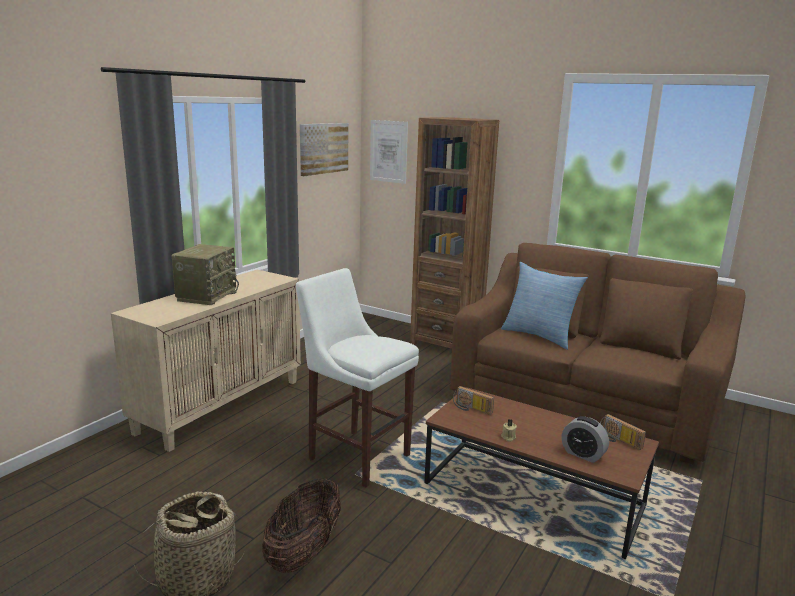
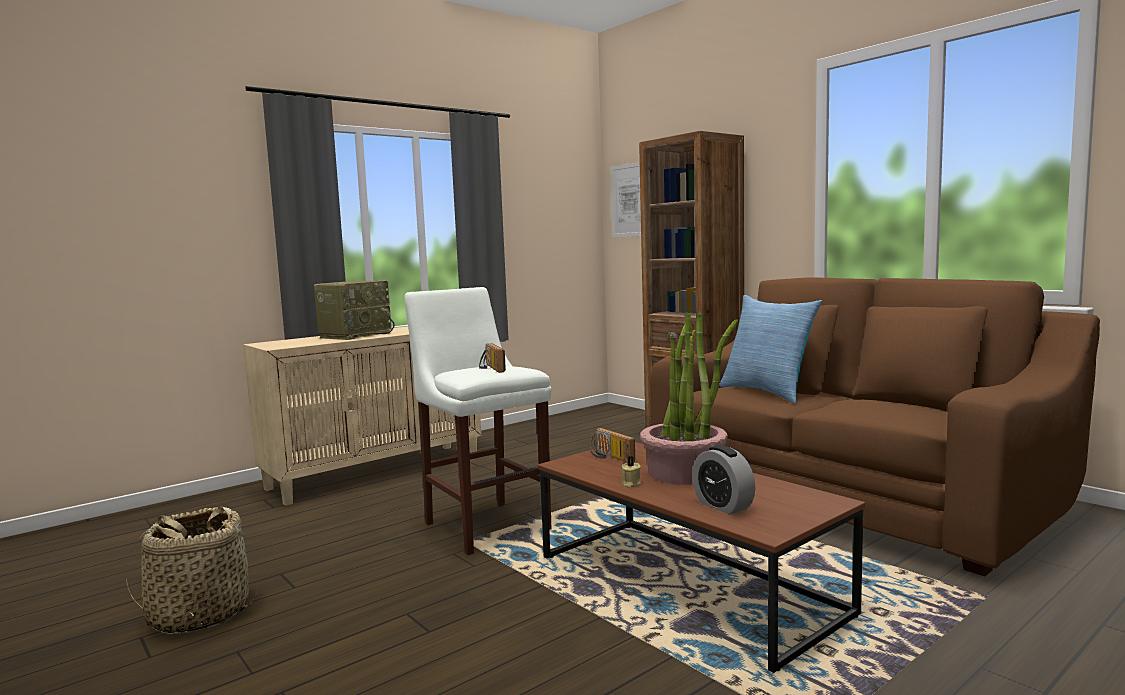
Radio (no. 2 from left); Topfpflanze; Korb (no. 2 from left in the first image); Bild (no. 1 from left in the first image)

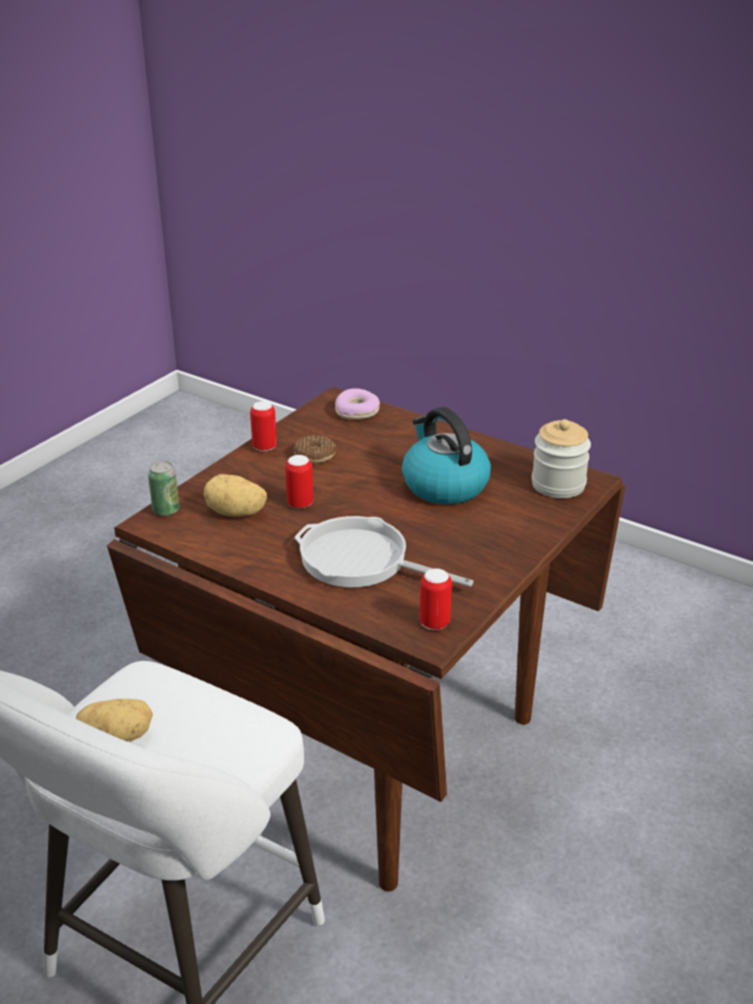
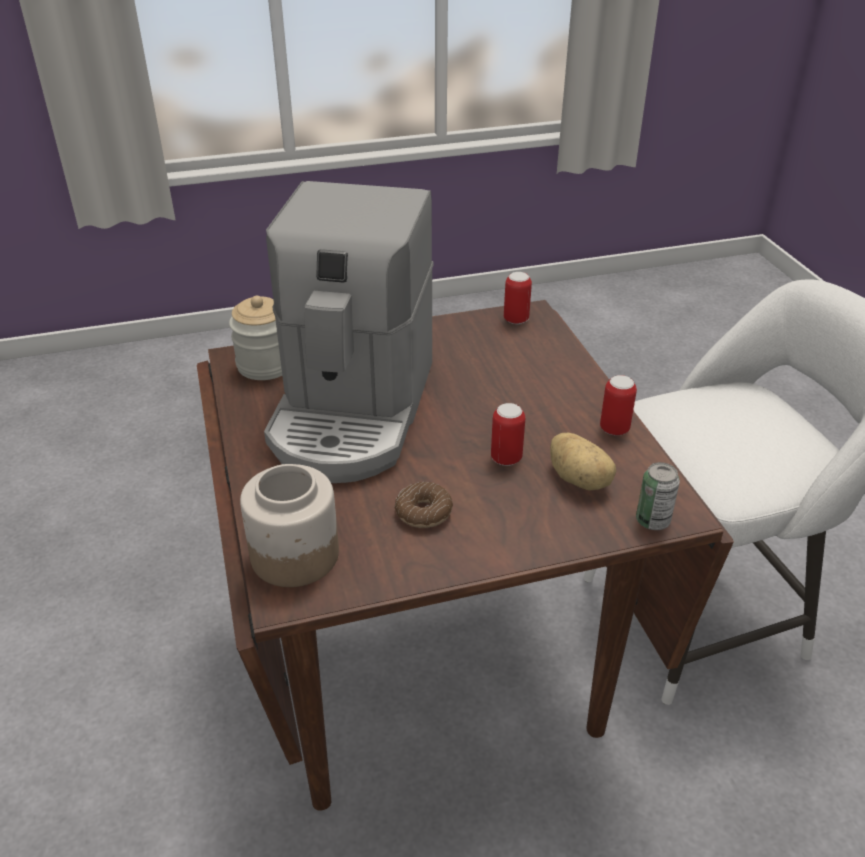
Vorratsglas (no. 2 from left); Kaffeemaschine; Dose (no. 3 from left); Kartoffel (no. 1 from left in the first image); Pfanne

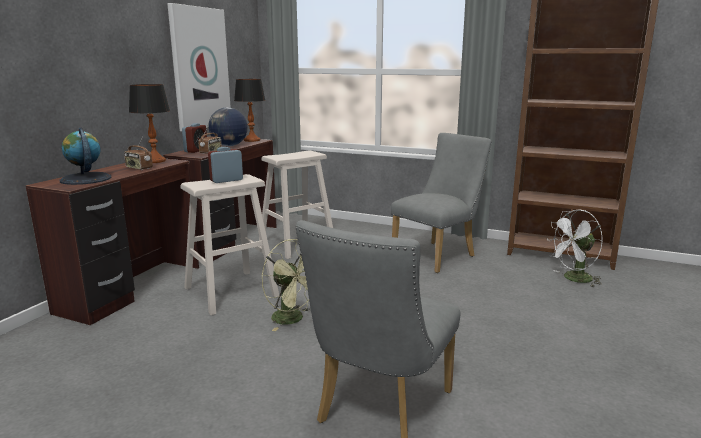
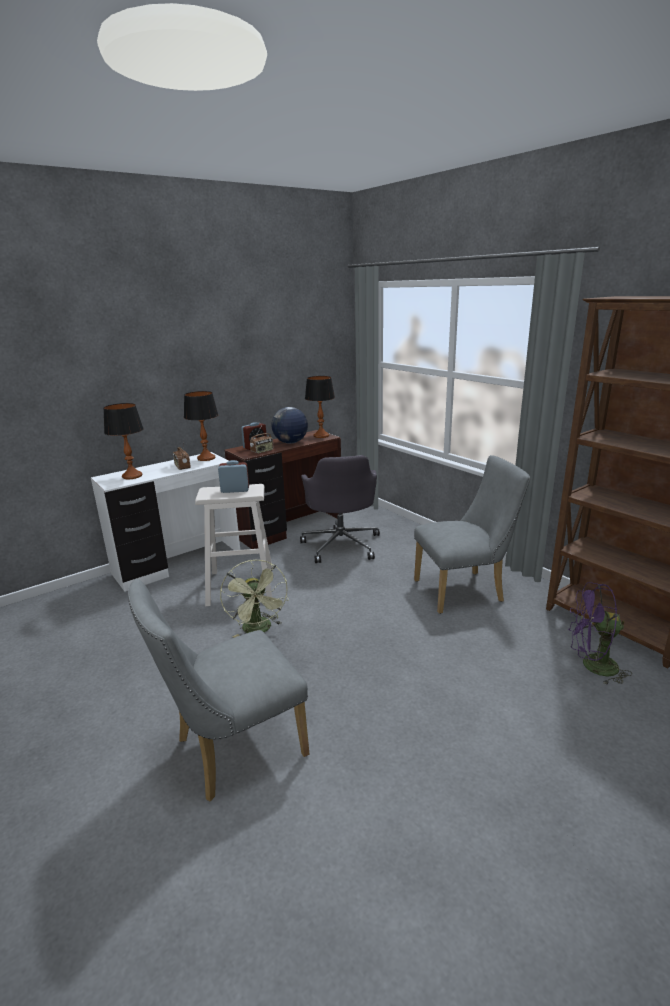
Schreibtisch (weiß); Tischlampe (no. 1 from left); Bürostuhl (grau); Ventilator (lila); Bild

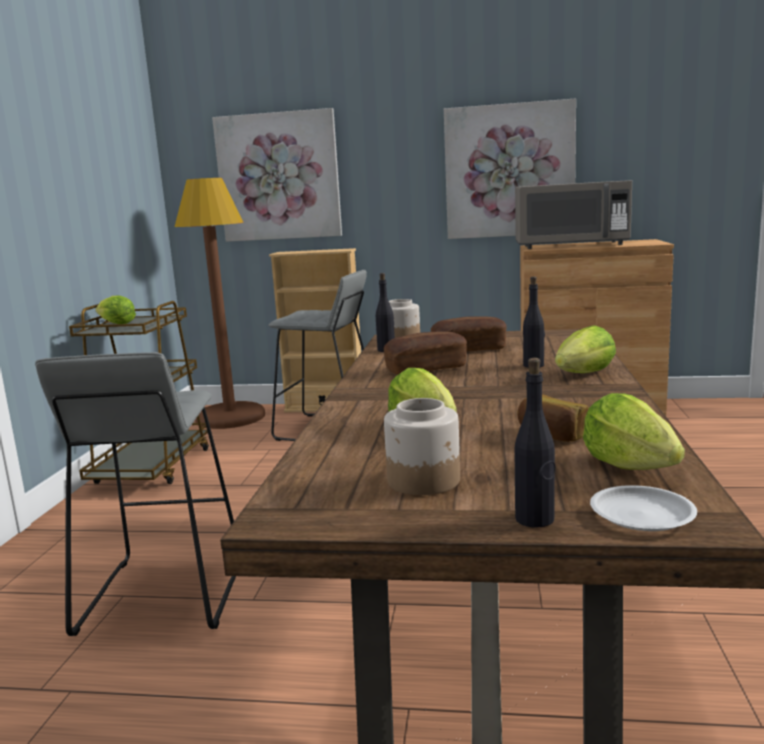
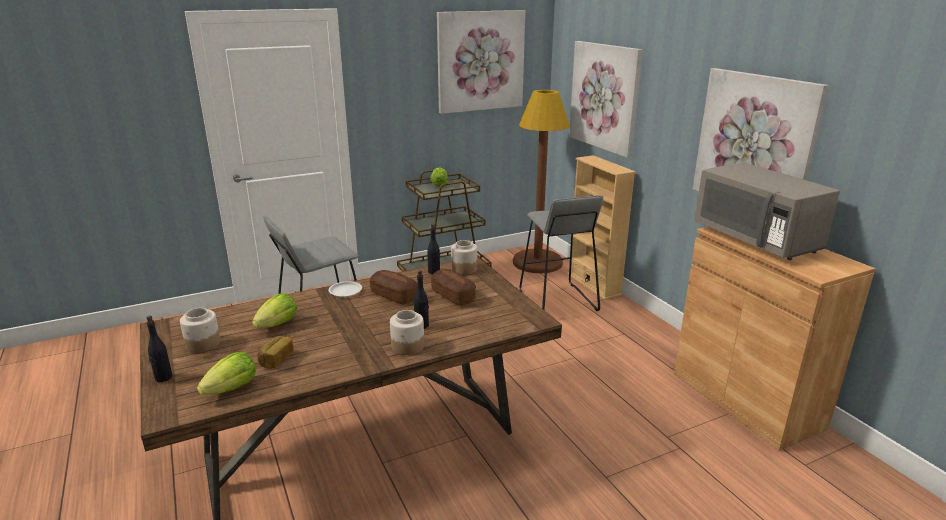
Teller (weiß); Vorratsglas (no. 2 from left); Bild (no. 1 from left)

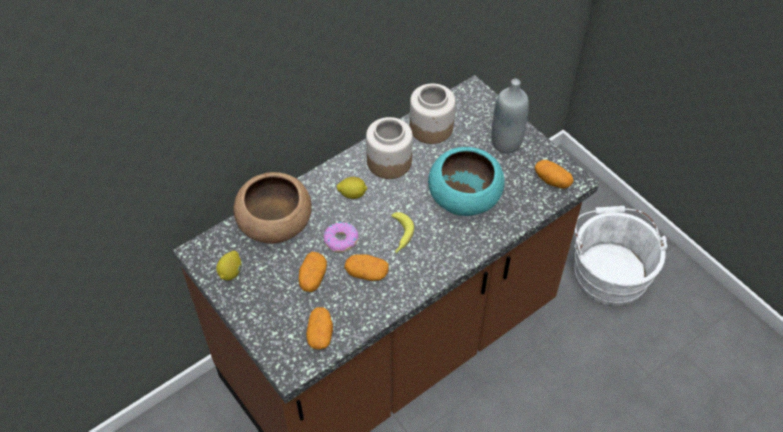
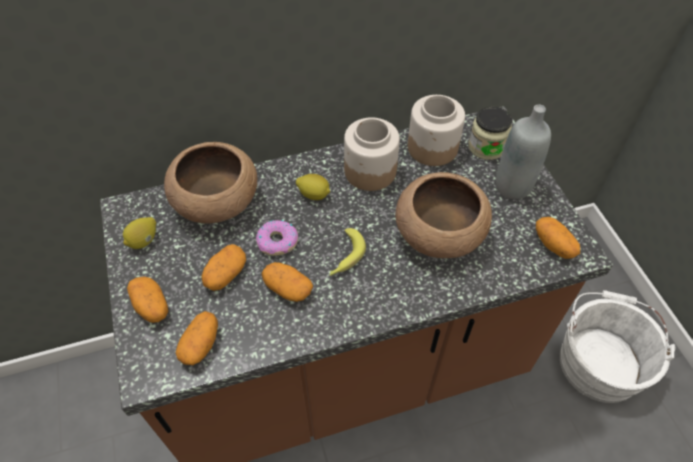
Kartoffel (no. 1 from left); Schüssel (braun) (no. 2 from left); Vorratsglas (no. 3 from left)

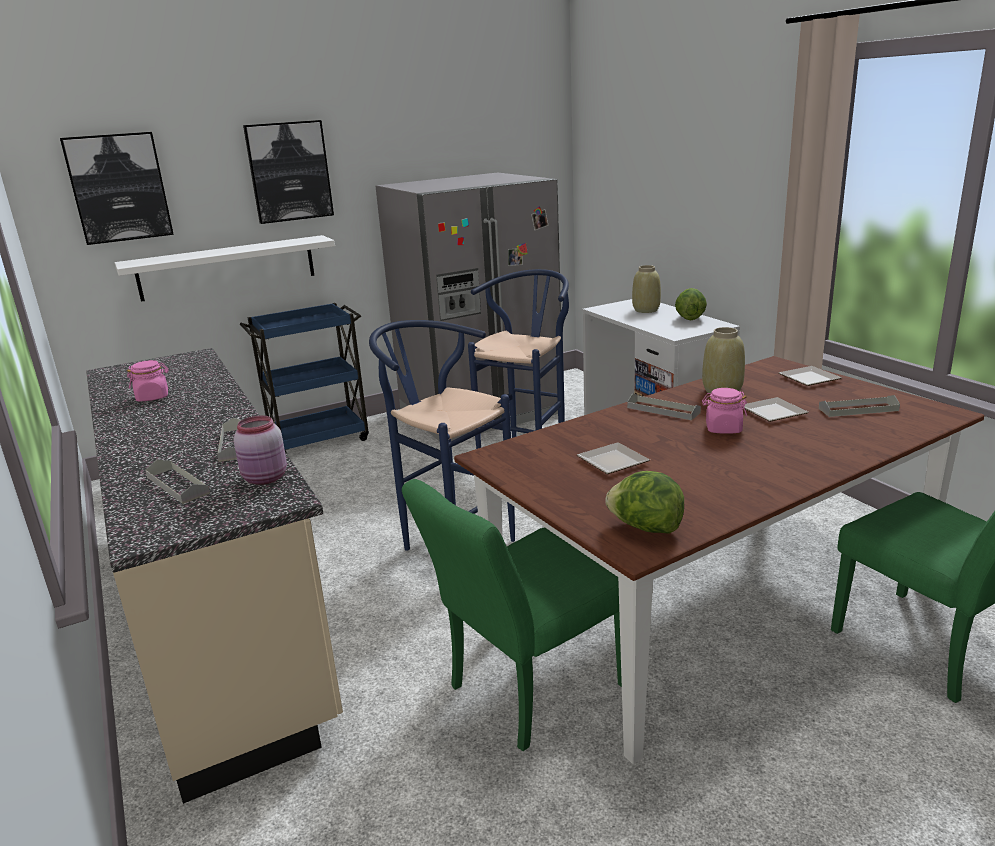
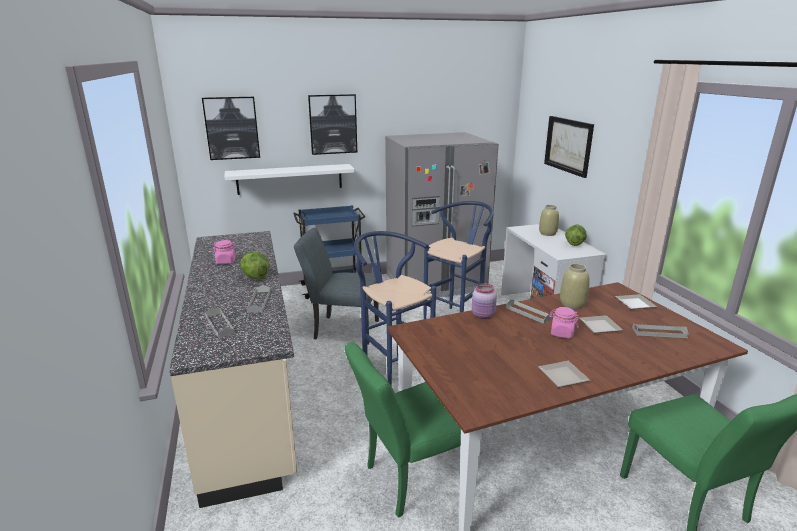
Salatkopf (no. 1 from left); Stuhl (grau); Vorratsglas (rosa) (no. 2 from left); Teller (no. 1 from left); Bild (no. 3 from left)

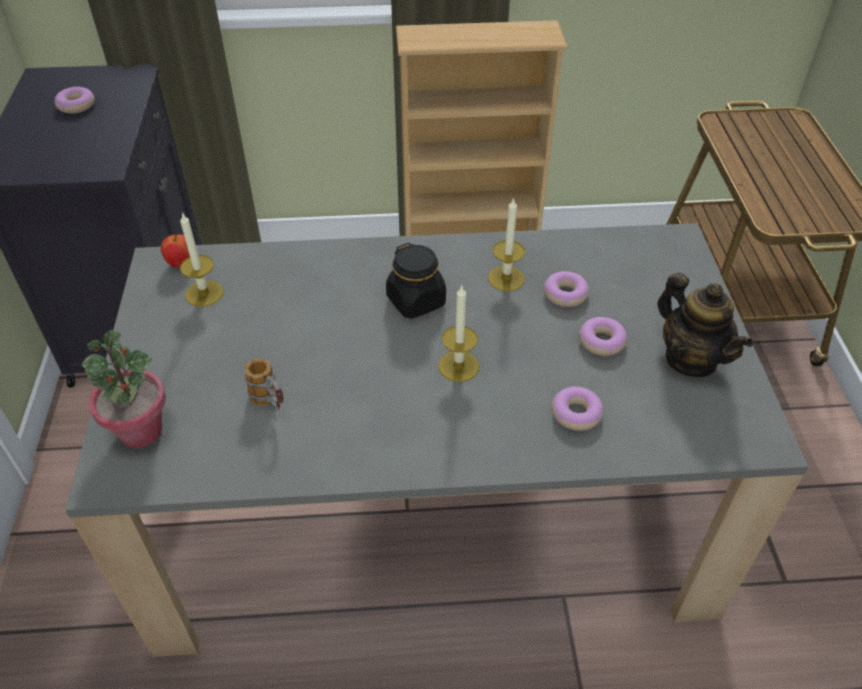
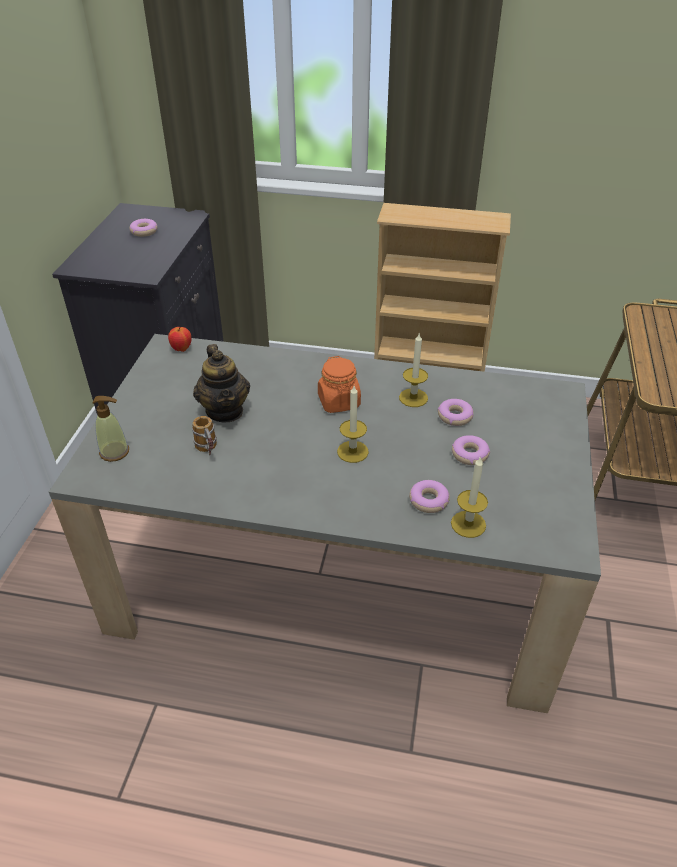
Seifenspender; Teekanne; Vorratsglas (orange); Kerze (no. 3 from left)

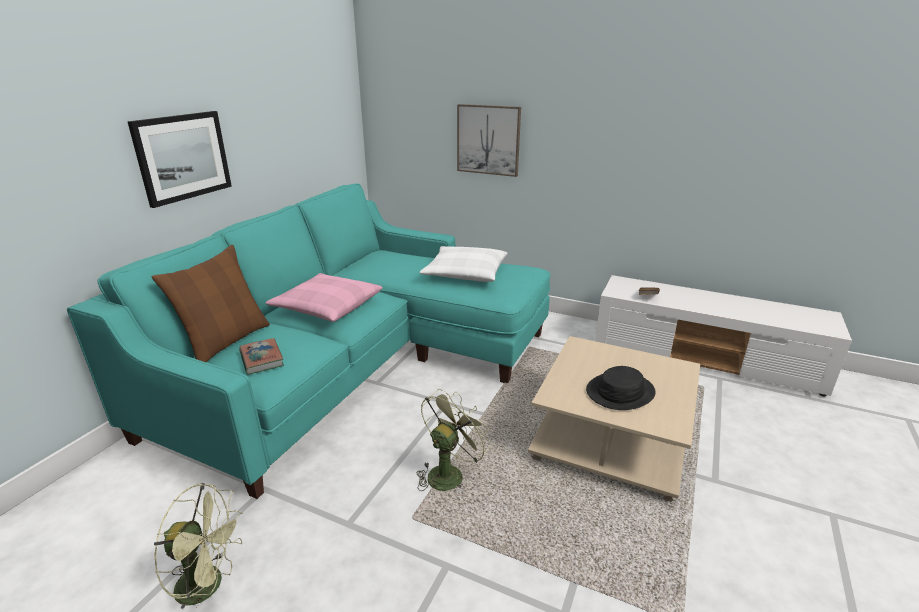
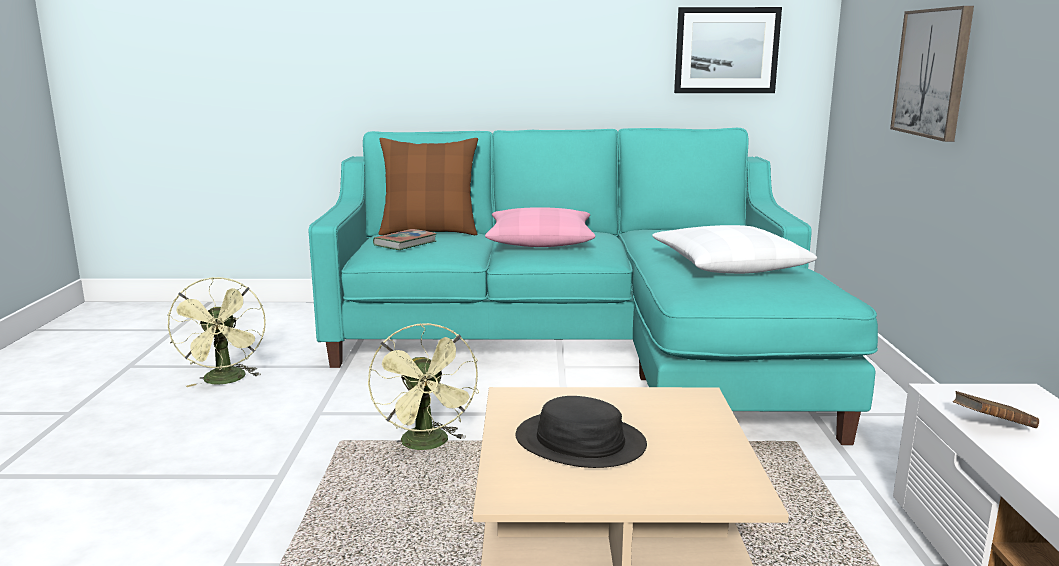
Ventilator (grün) (no. 2 from left); Bild (no. 1 from left)

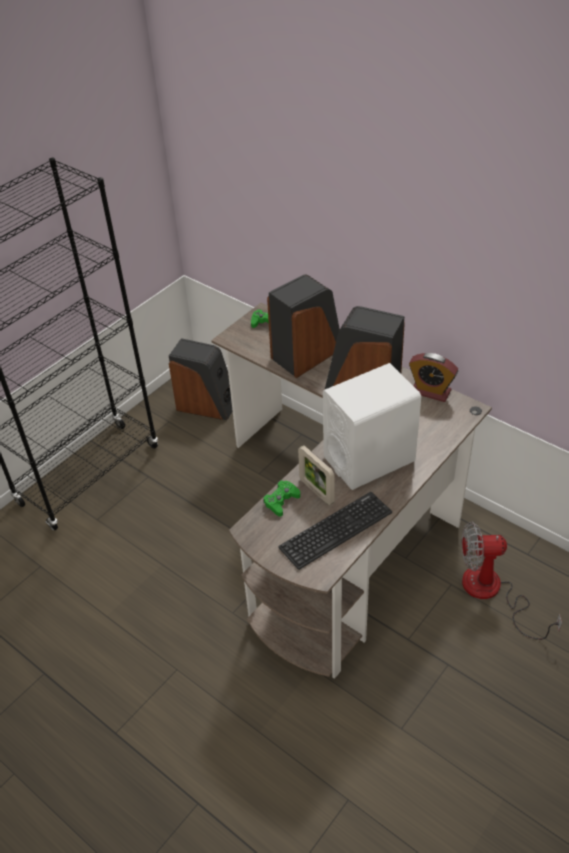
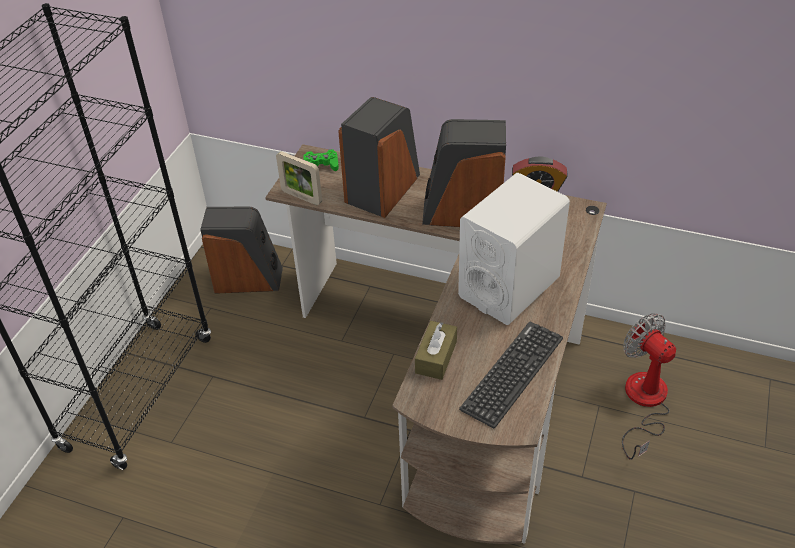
Bilderrahmen; Taschentuchbox (braun); Ventilator

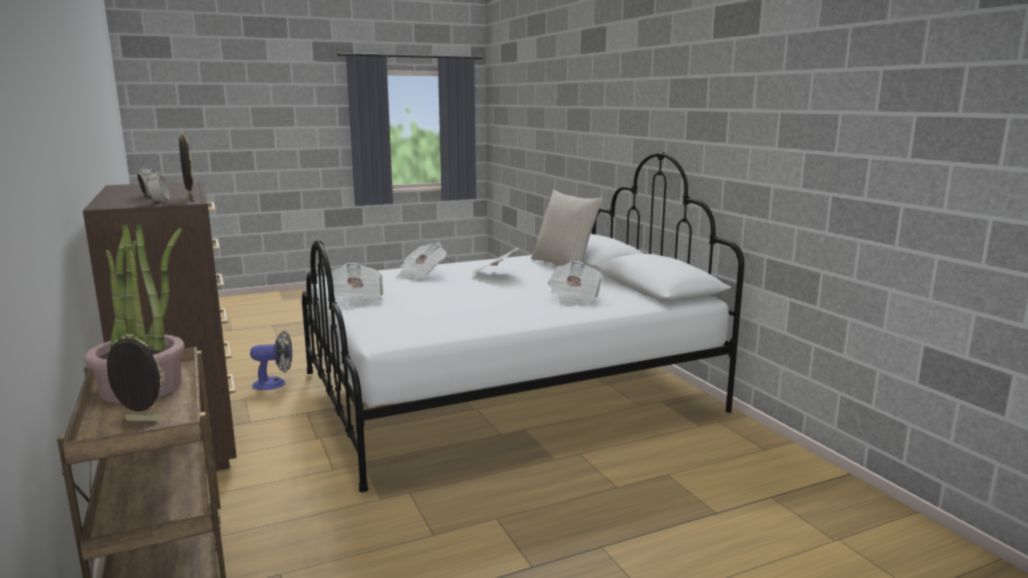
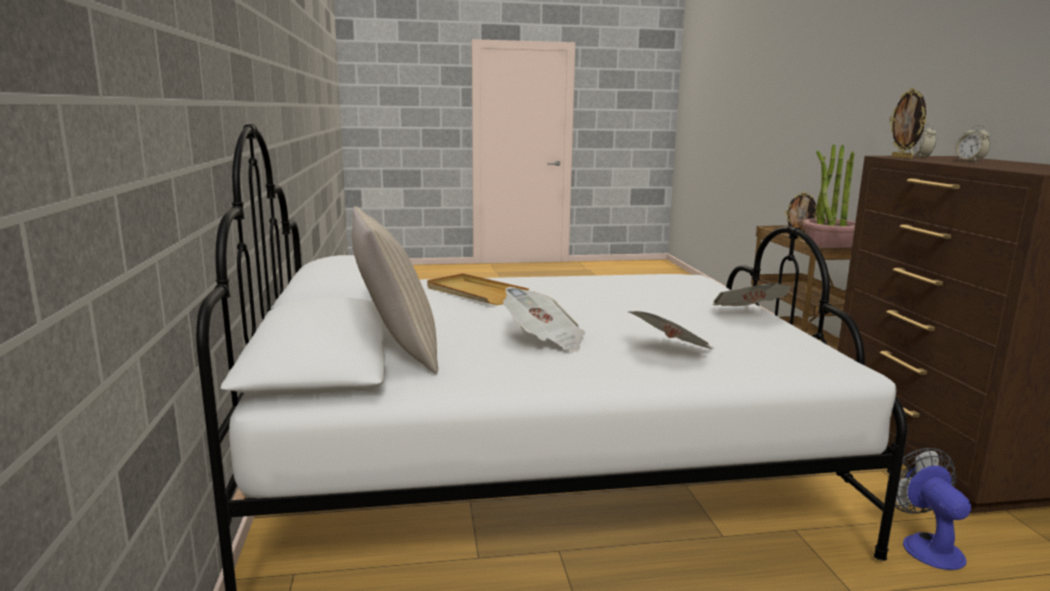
Tablett (beige); Ventilator

